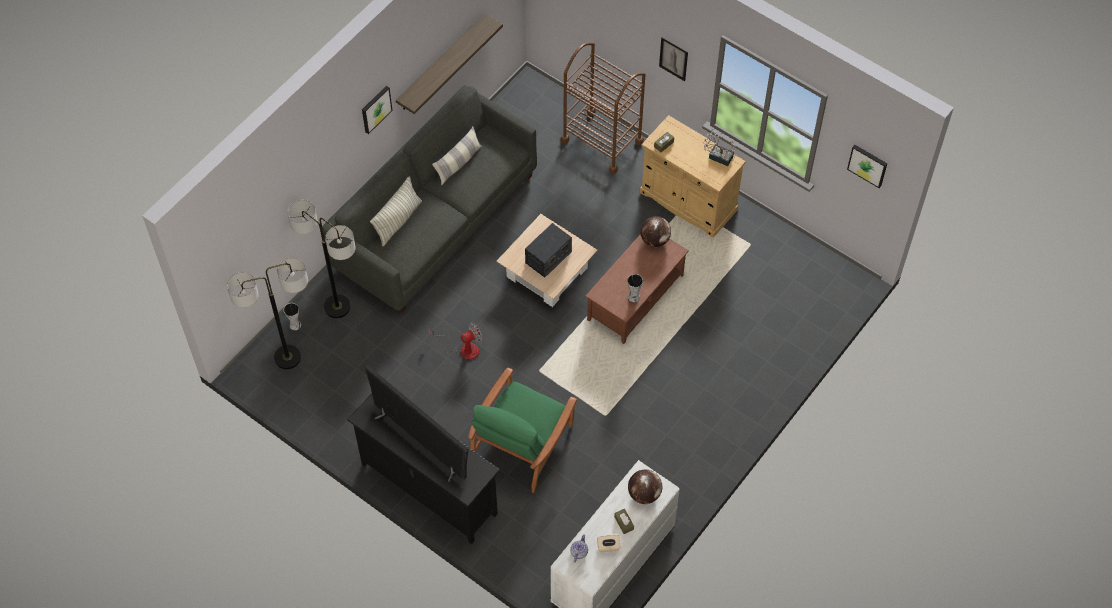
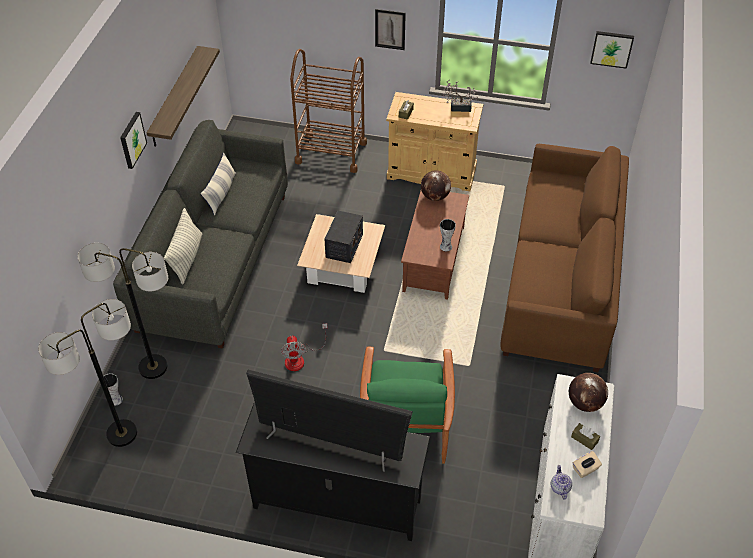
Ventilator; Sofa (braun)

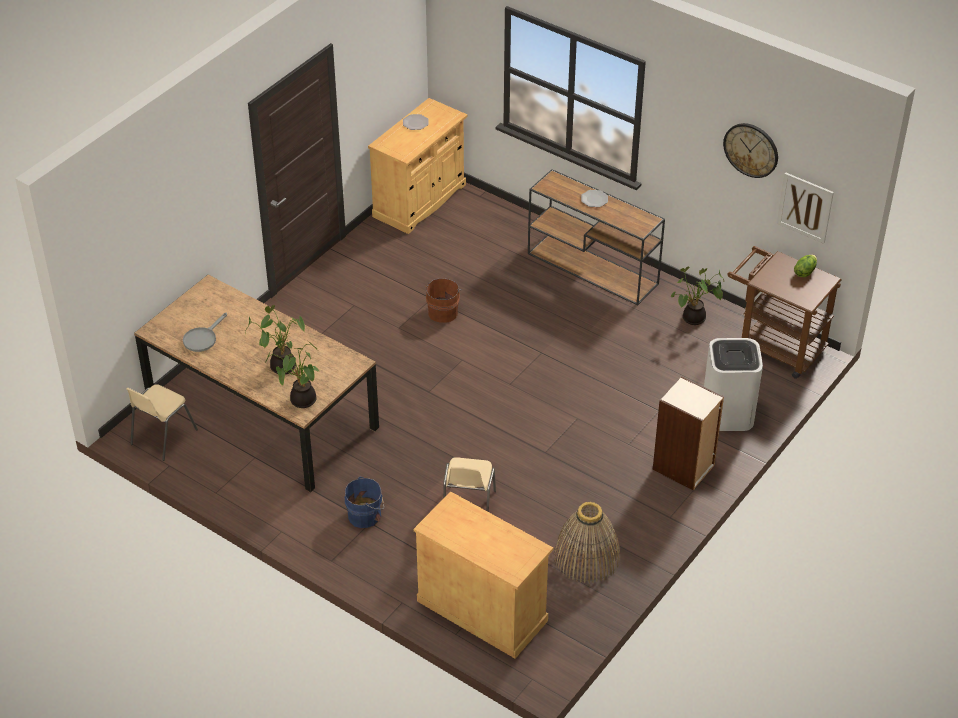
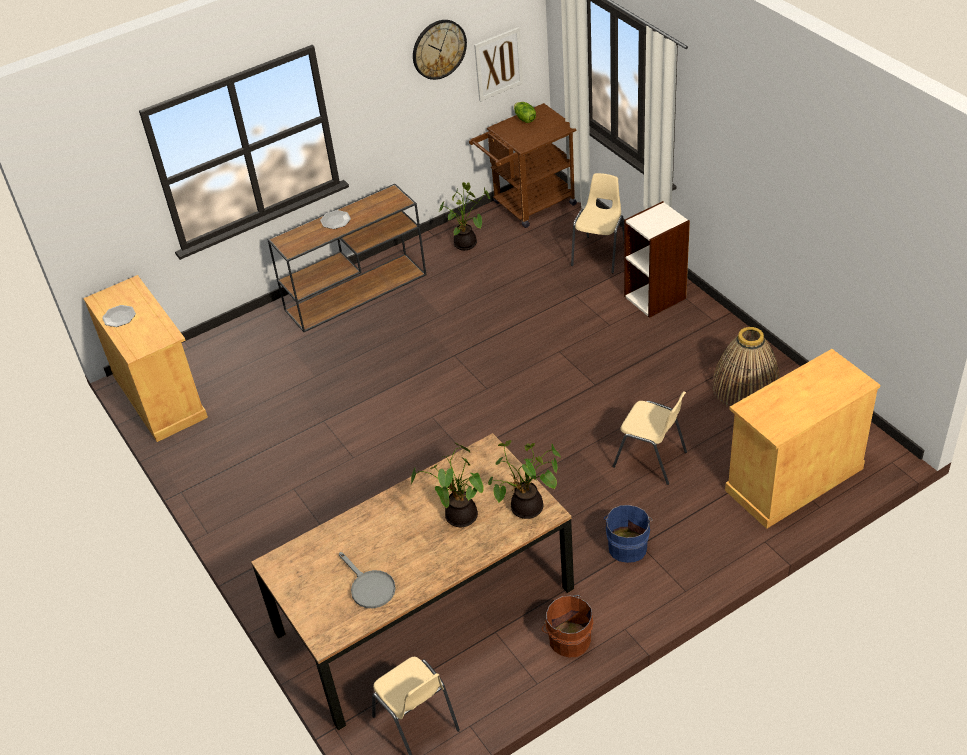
Eimer (braun); Stuhl (beige) (no. 2 from left)

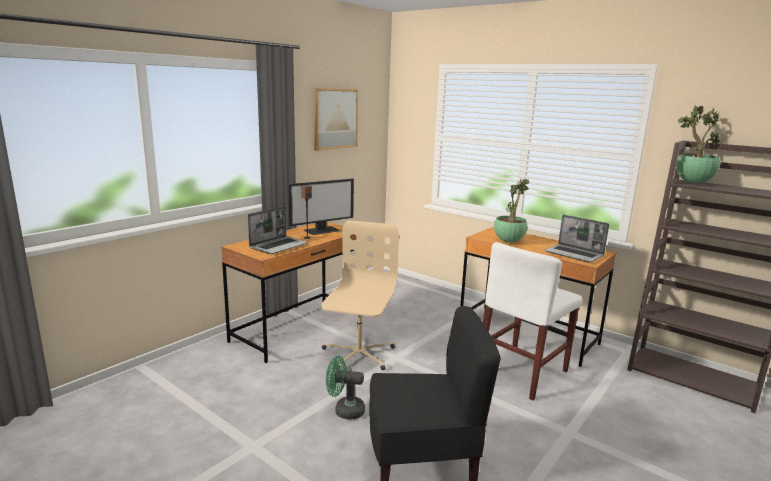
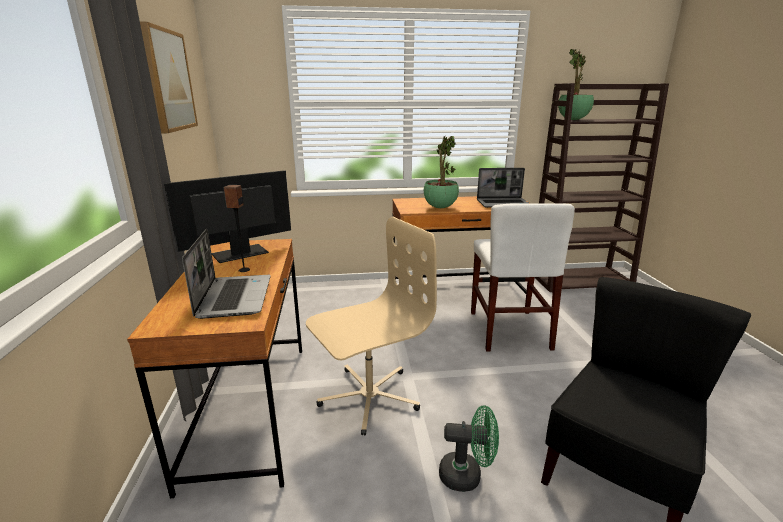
Monitor; Bürostuhl (beige); Ventilator (grün)

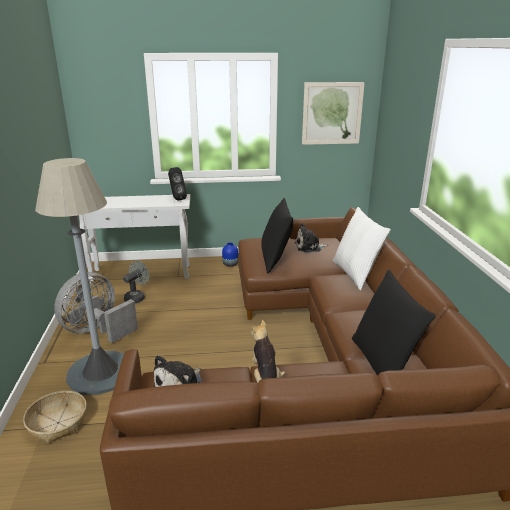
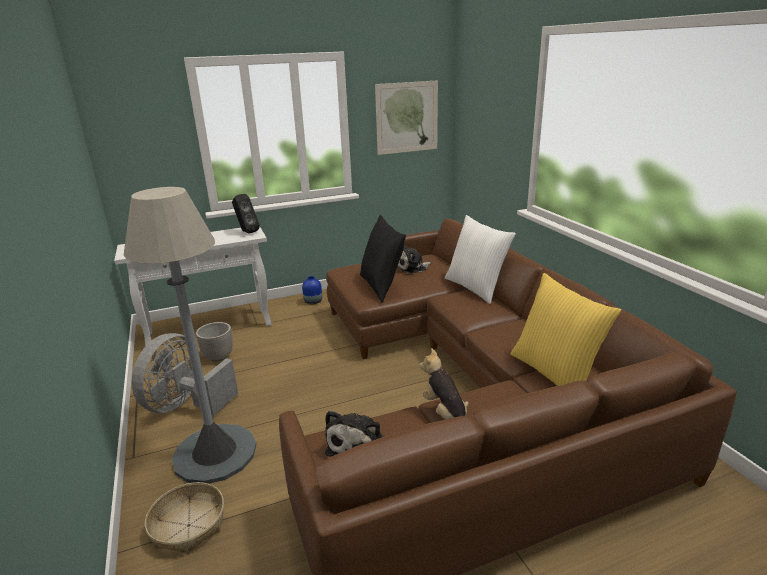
Pflanzkübel; Kissen (gelb)

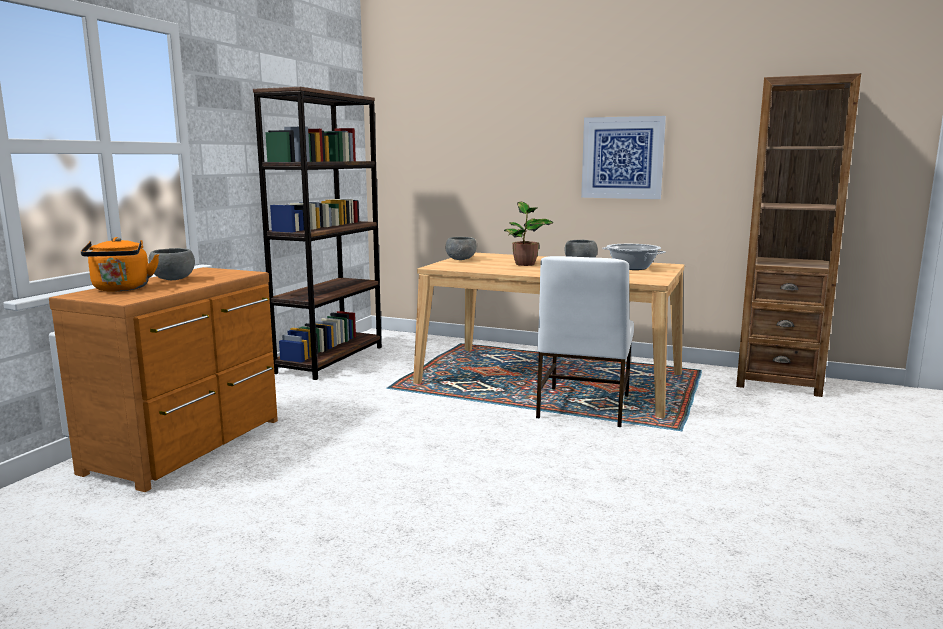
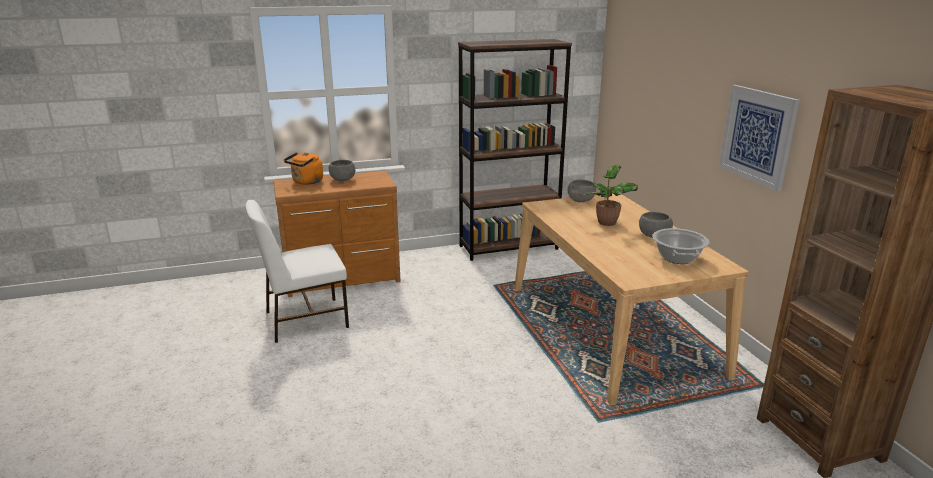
Stuhl (weiß)

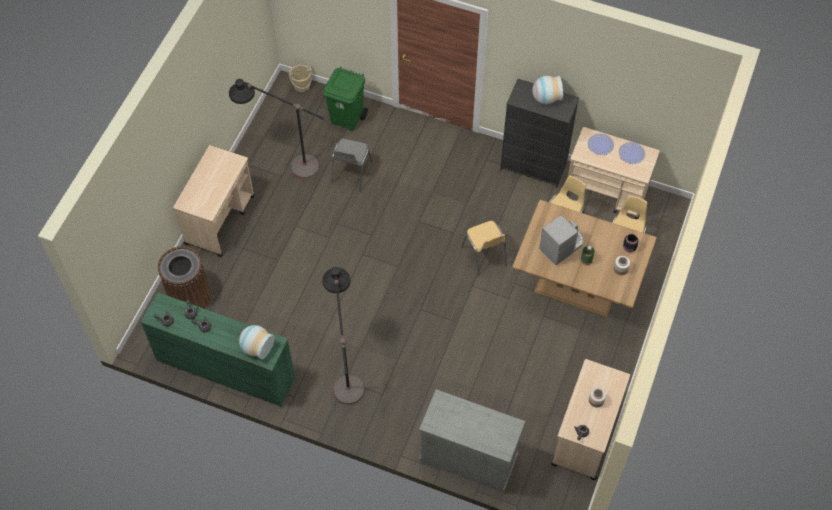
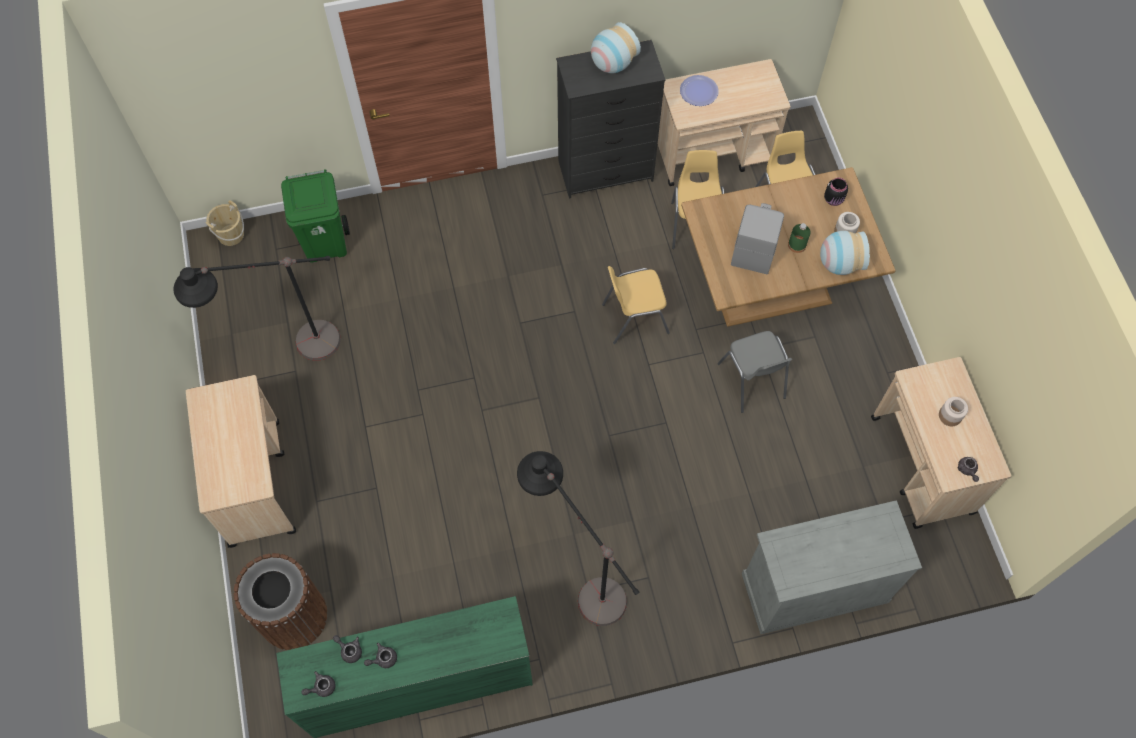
Stuhl (gelb) (no. 1 from left); Stuhl (grau); Vase (no. 2 from left); Teller (no. 2 from left in the first image)

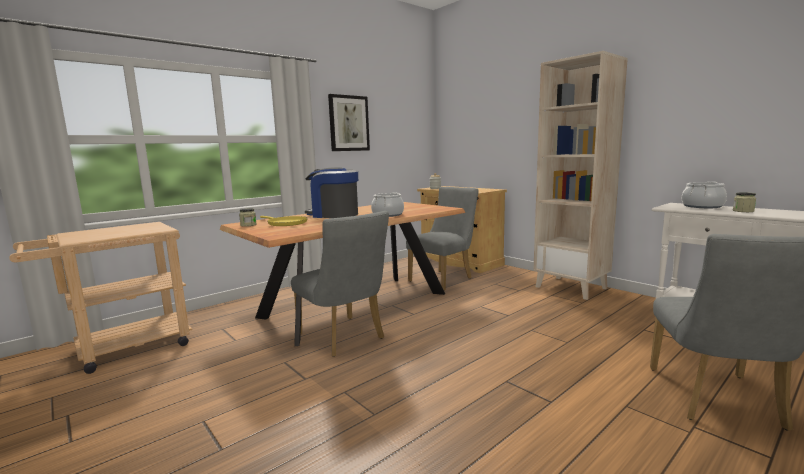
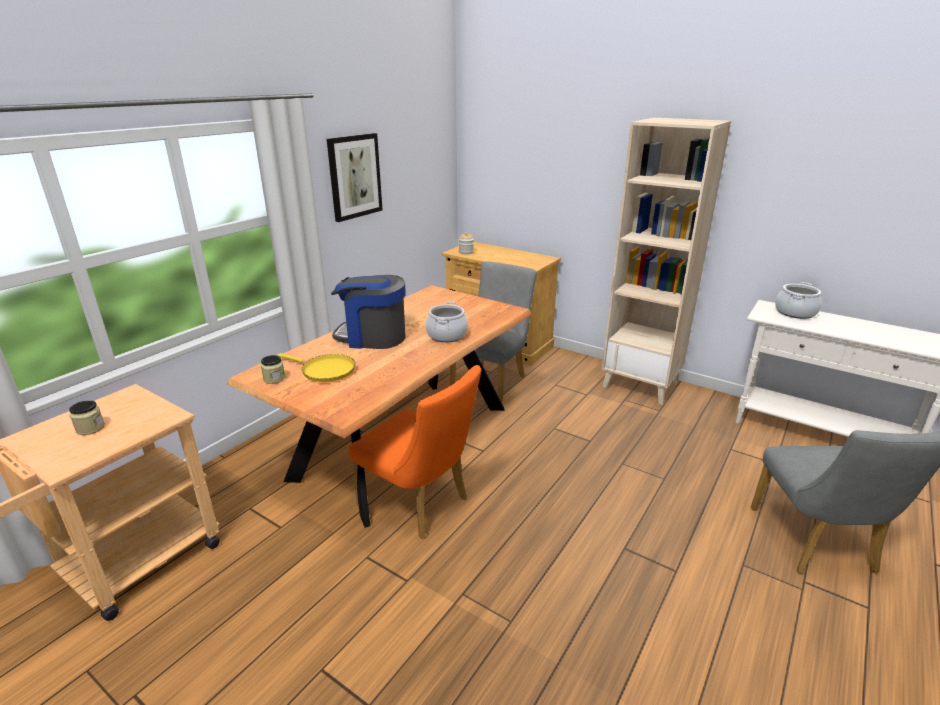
Vorratsglas (no. 1 from left); Stuhl (orange)

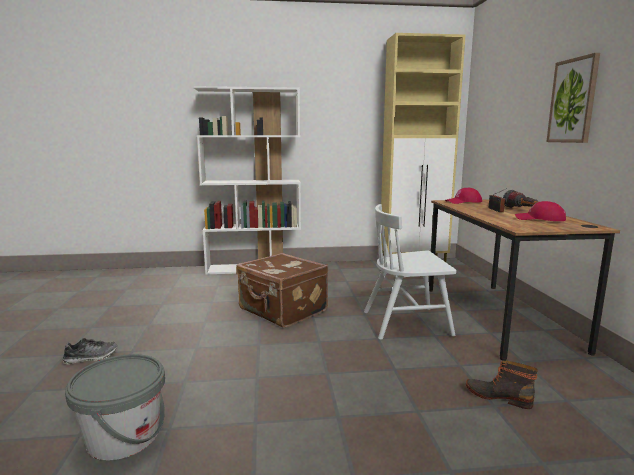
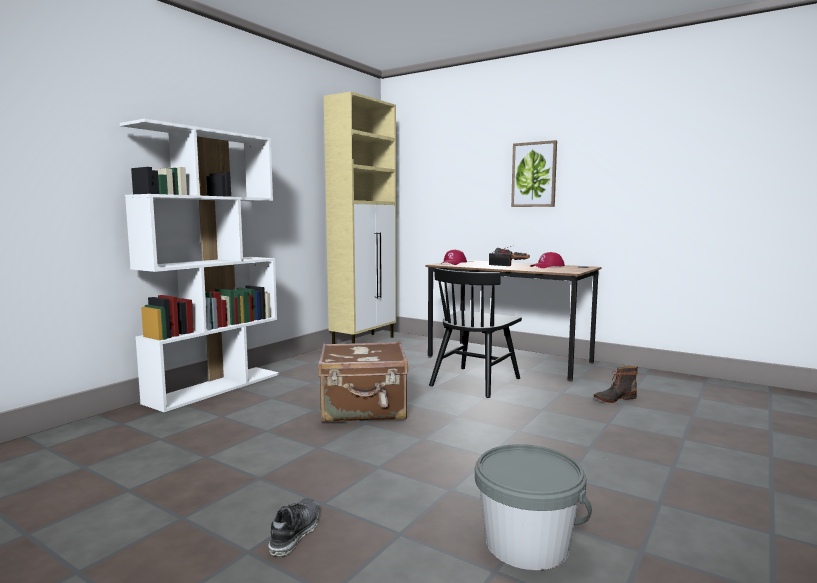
Stuhl (schwarz)

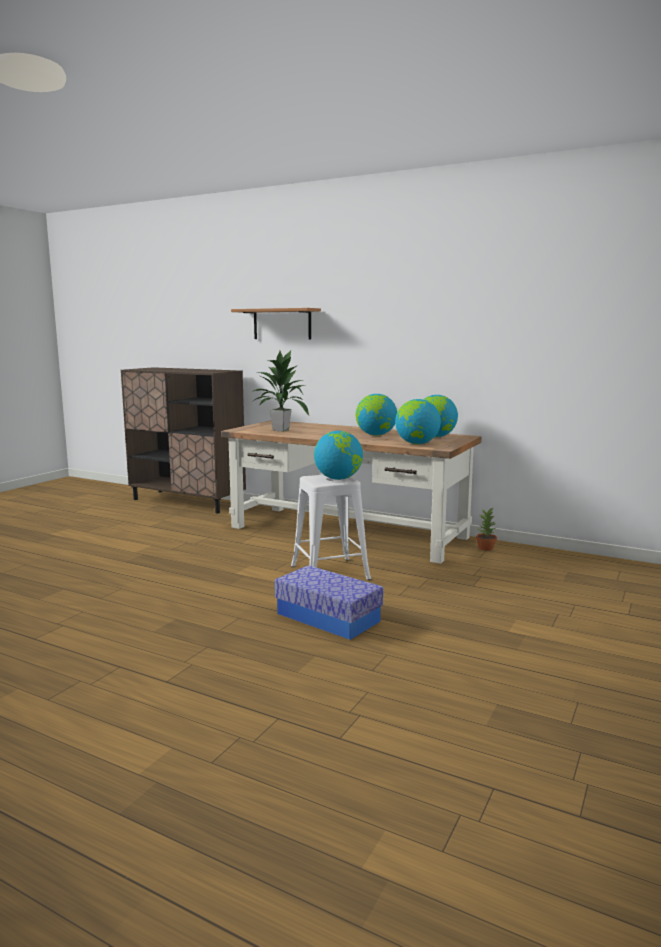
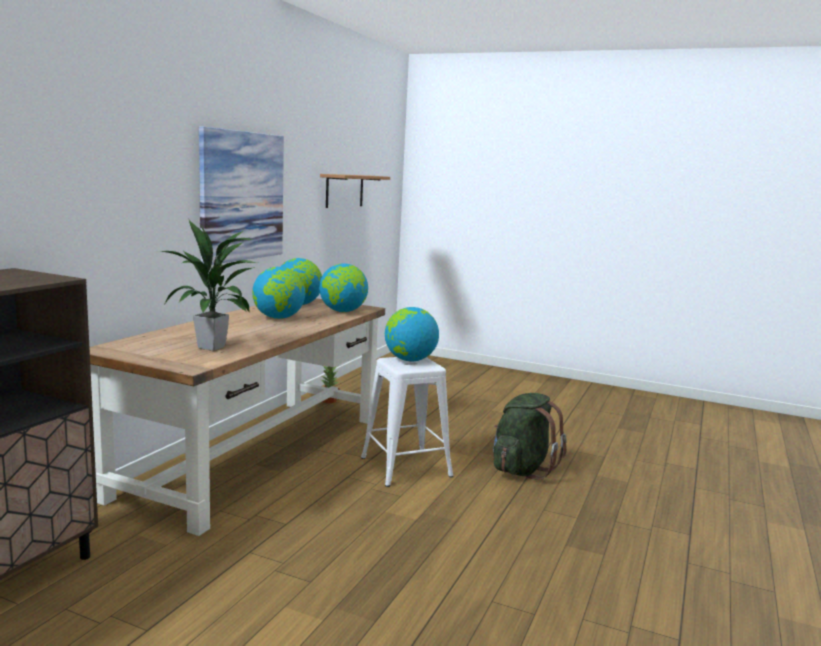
Bild; Wandregal; Rucksack (grün)

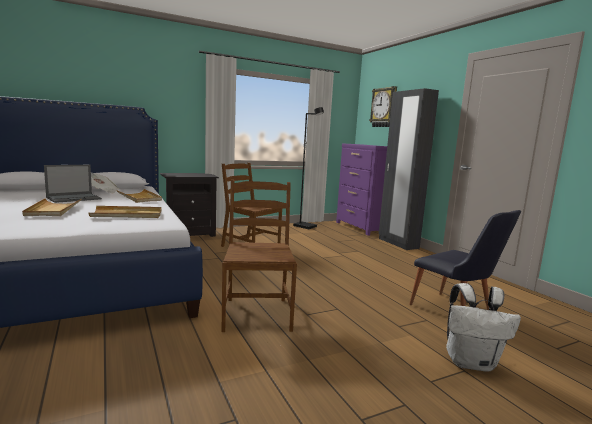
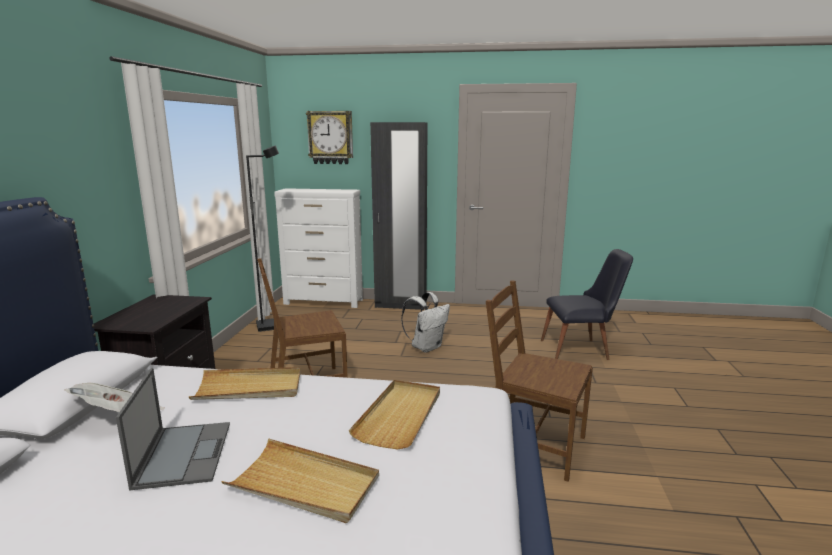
Kommode (weiß); Rucksack (weiß)

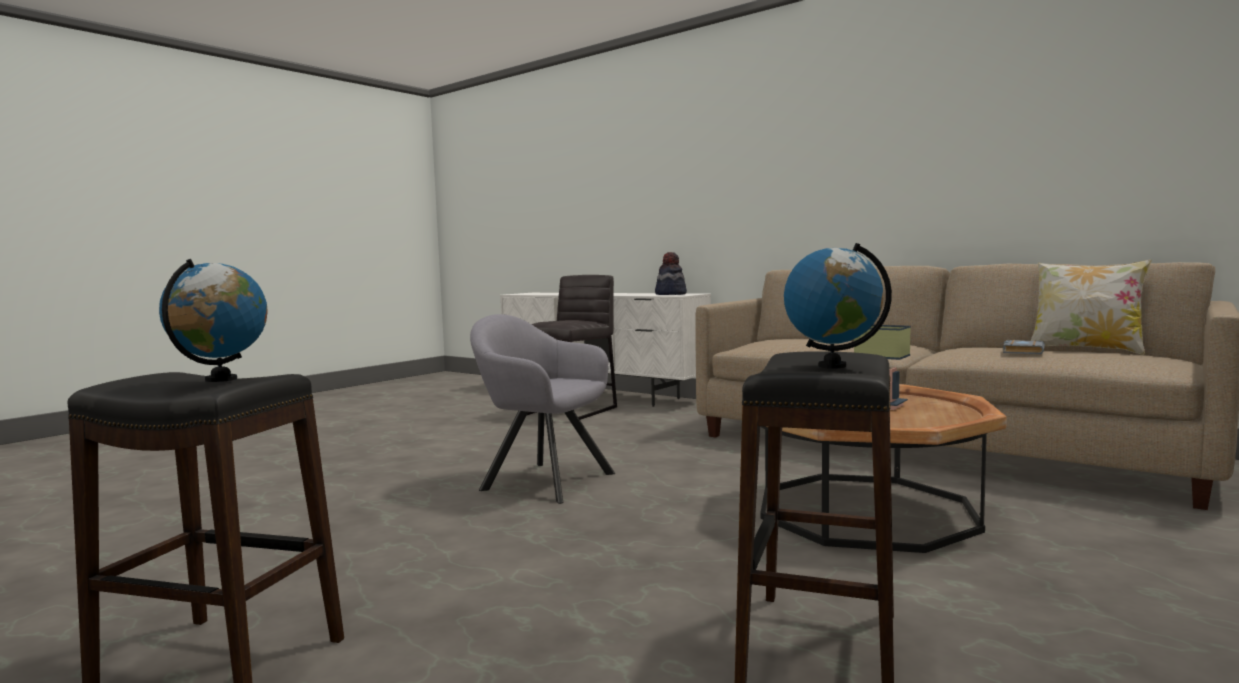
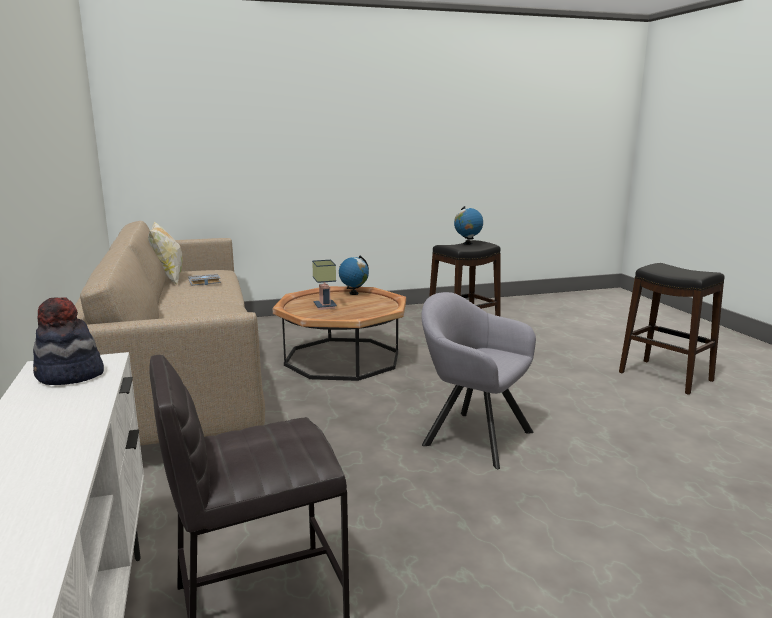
Globus (no. 1 from left); Sessel (grau)

